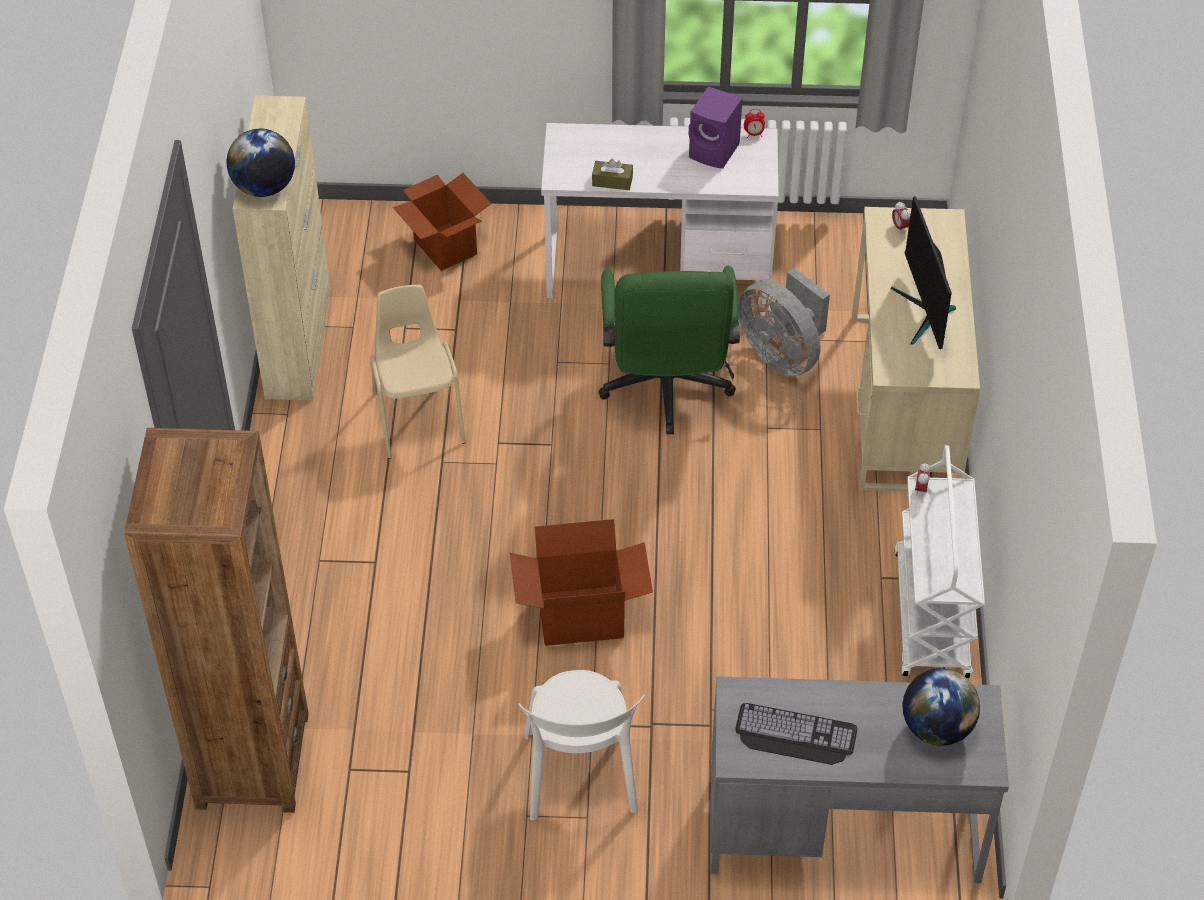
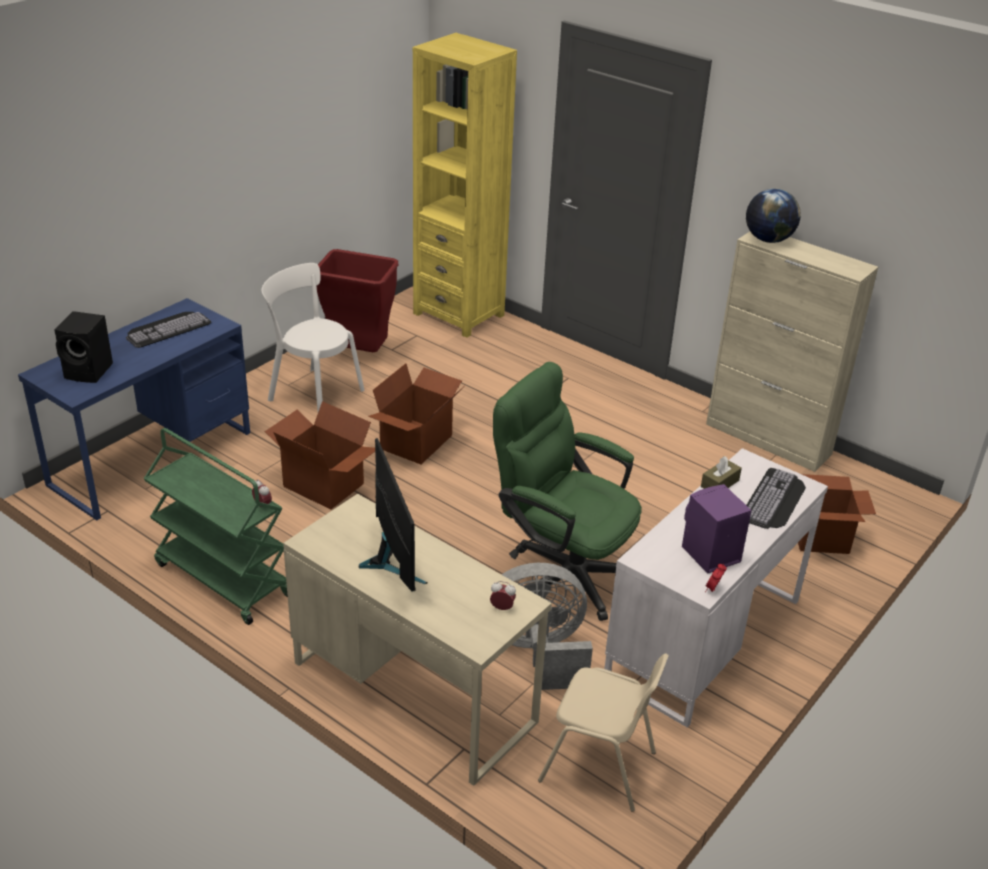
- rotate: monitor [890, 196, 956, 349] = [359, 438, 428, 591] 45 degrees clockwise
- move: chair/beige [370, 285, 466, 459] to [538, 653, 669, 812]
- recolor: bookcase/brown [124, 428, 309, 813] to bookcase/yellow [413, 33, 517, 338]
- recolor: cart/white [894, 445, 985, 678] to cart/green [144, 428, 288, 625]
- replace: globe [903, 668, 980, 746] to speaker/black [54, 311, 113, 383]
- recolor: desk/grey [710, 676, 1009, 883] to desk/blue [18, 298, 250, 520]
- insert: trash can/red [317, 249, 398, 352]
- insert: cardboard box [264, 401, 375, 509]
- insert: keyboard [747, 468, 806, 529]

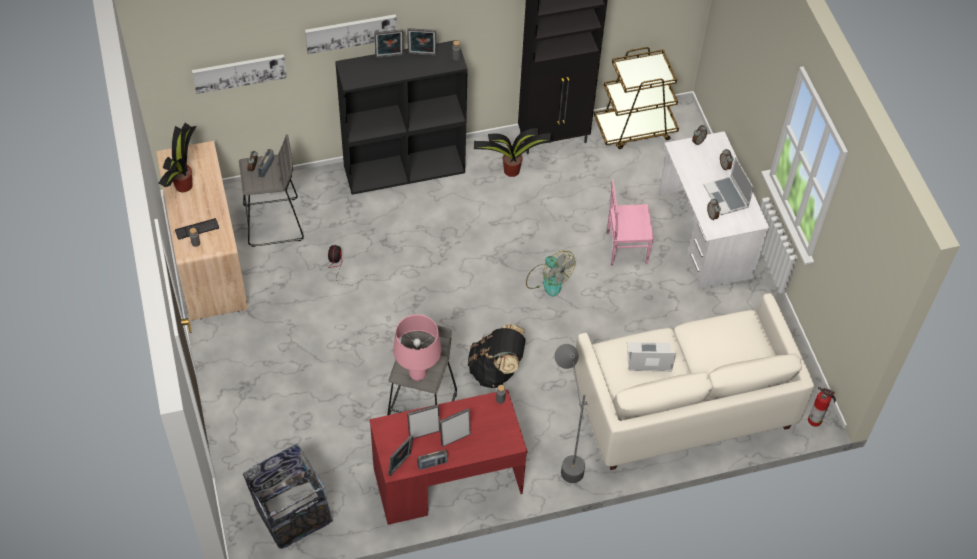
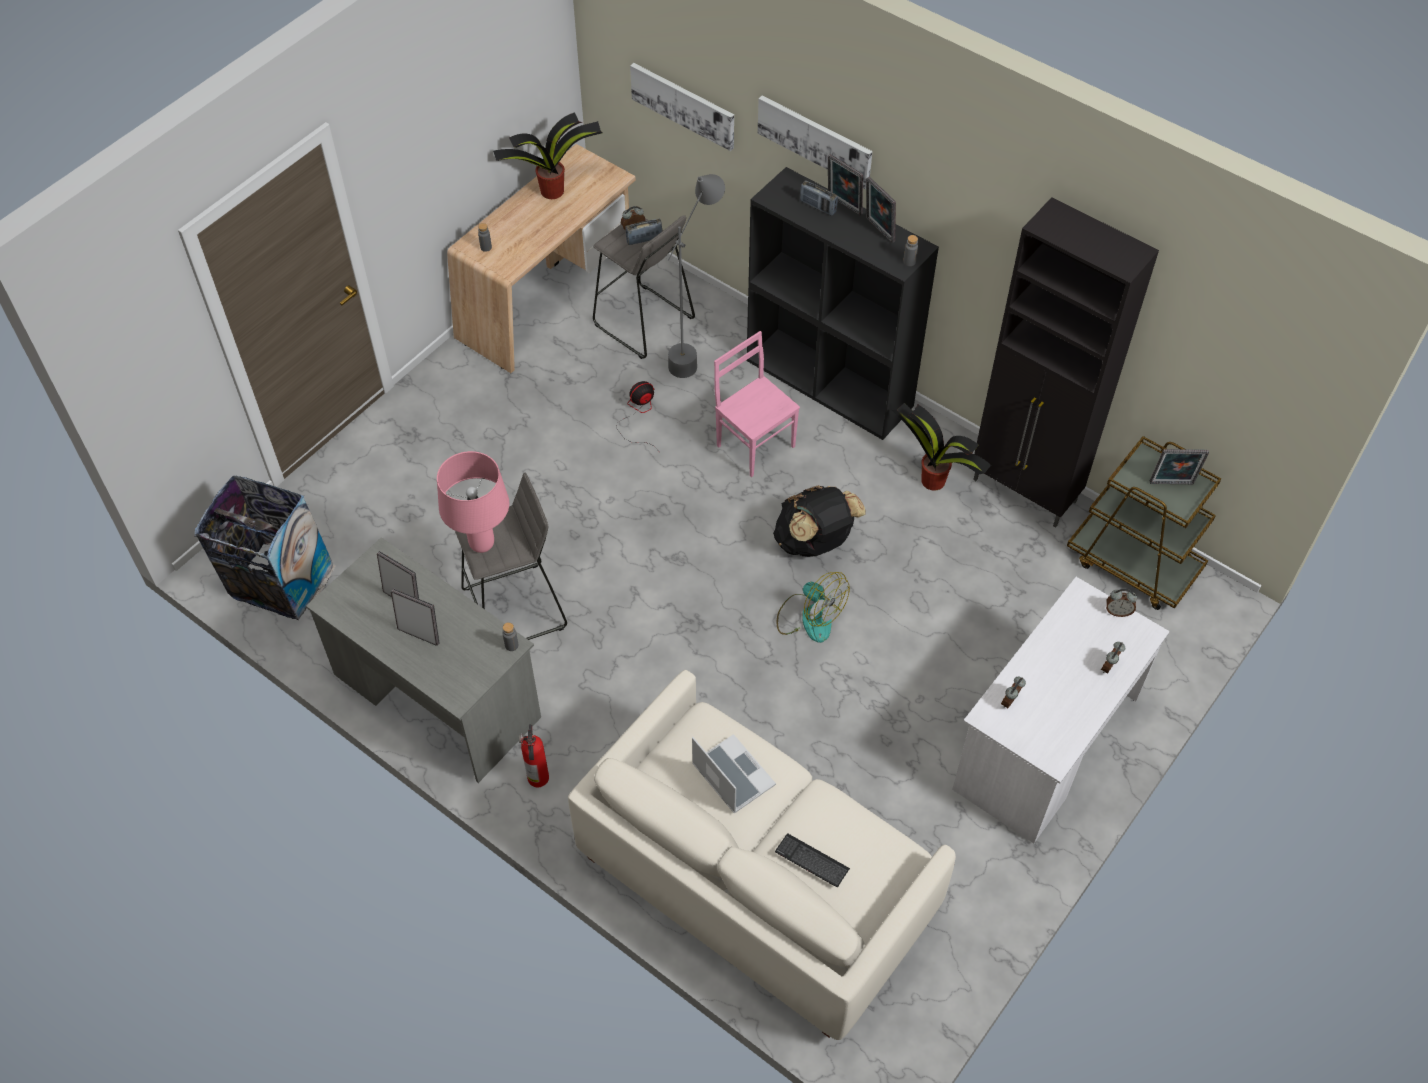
- delete: laptop [703, 157, 754, 215]
- move: chair/pink [607, 179, 654, 266] to [714, 331, 800, 477]
- move: keyboard [175, 218, 219, 240] to [775, 833, 850, 887]
- rotate: fan [526, 251, 576, 296] = [777, 572, 850, 643] 60 degrees counterclockwise
- move: backpack/black [467, 324, 526, 388] to [773, 485, 866, 557]
- move: floor lamp/grey [555, 344, 588, 483] to [668, 174, 725, 378]
- move: fire extinguisher [808, 387, 836, 427] to [519, 724, 549, 787]
- recolor: desk/red [369, 389, 527, 525] to desk/grey [306, 537, 541, 783]
- move: picture frame [388, 434, 413, 476] to [1150, 449, 1209, 484]
- move: radio [417, 450, 448, 470] to [800, 180, 838, 216]

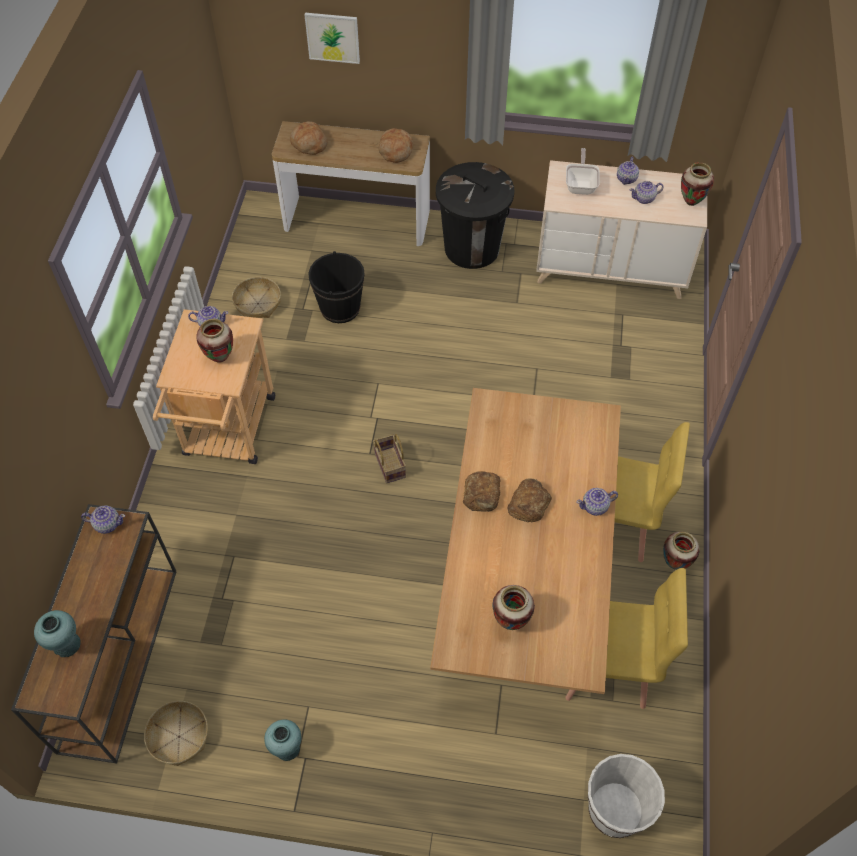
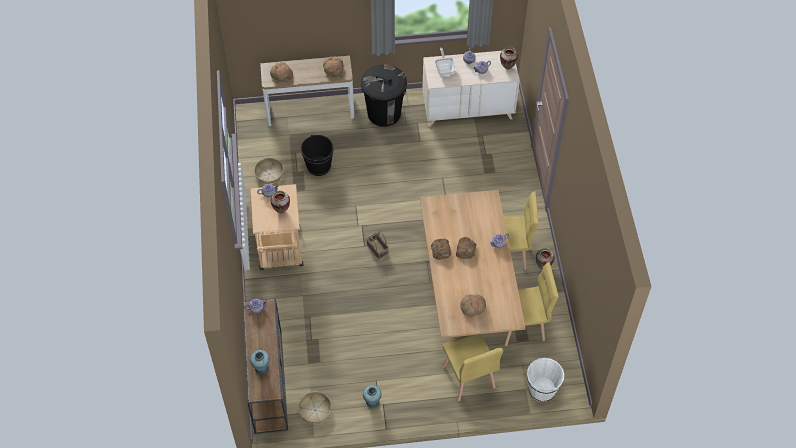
- delete: picture [304, 13, 360, 64]
- replace: vase [492, 585, 535, 630] to bread [460, 294, 486, 317]
- insert: chair/yellow [442, 334, 503, 401]

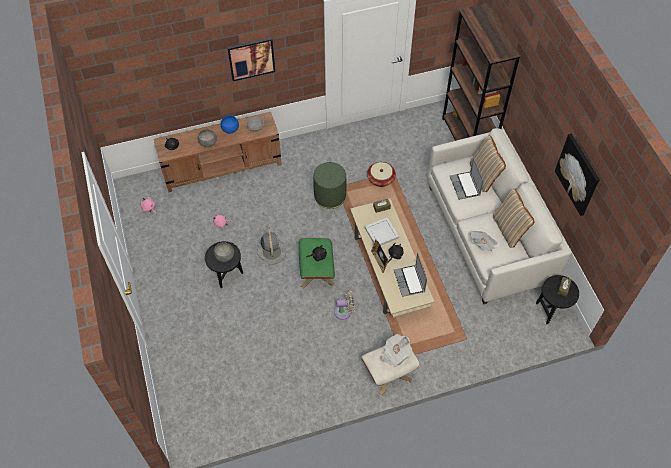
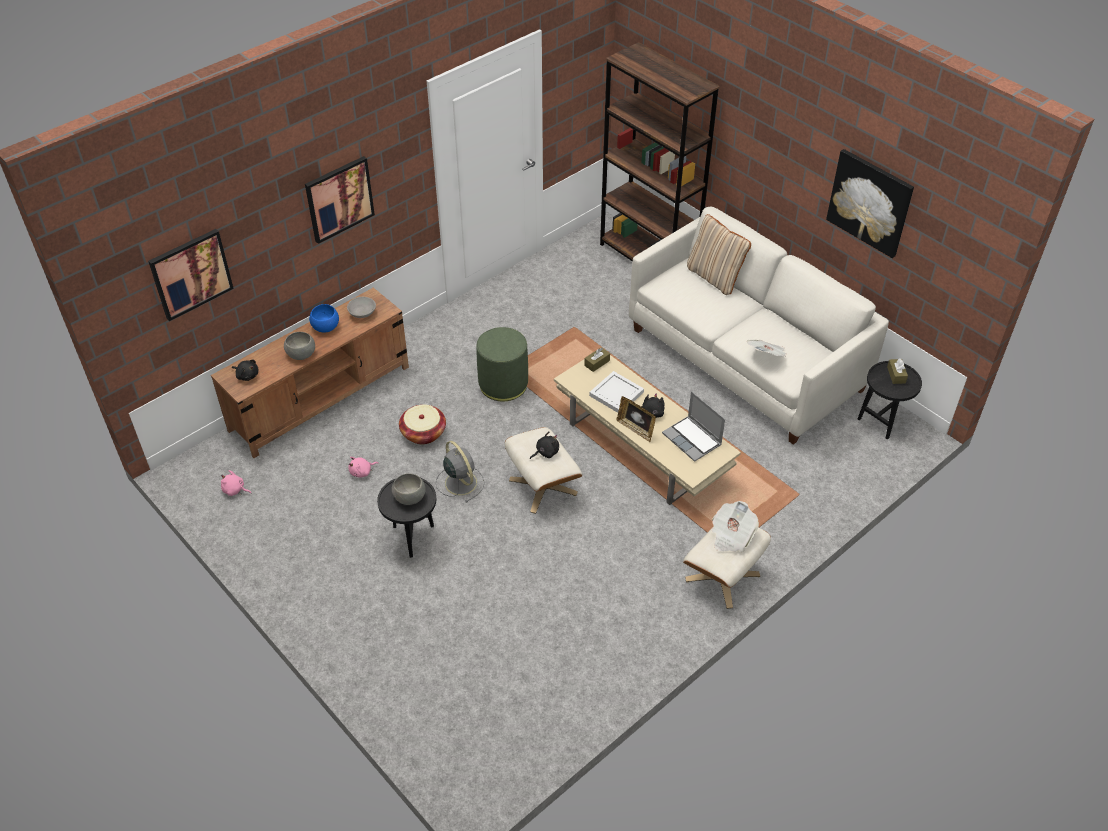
- delete: laptop [450, 158, 484, 200]
- move: basket [367, 162, 396, 187] to [399, 404, 446, 444]
- delete: pillow/beige [493, 189, 534, 248]
- recolor: ottoman/green [299, 238, 335, 288] to ottoman/beige [505, 427, 582, 514]
- delete: fan/beige [334, 291, 355, 320]
- insert: picture [148, 229, 234, 321]

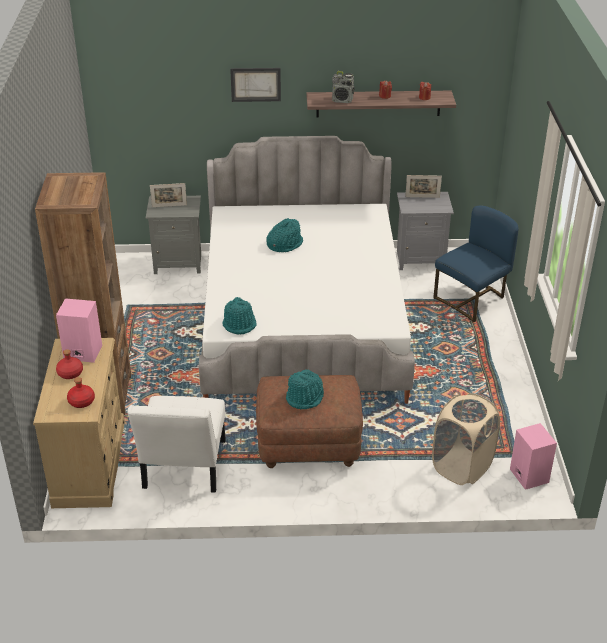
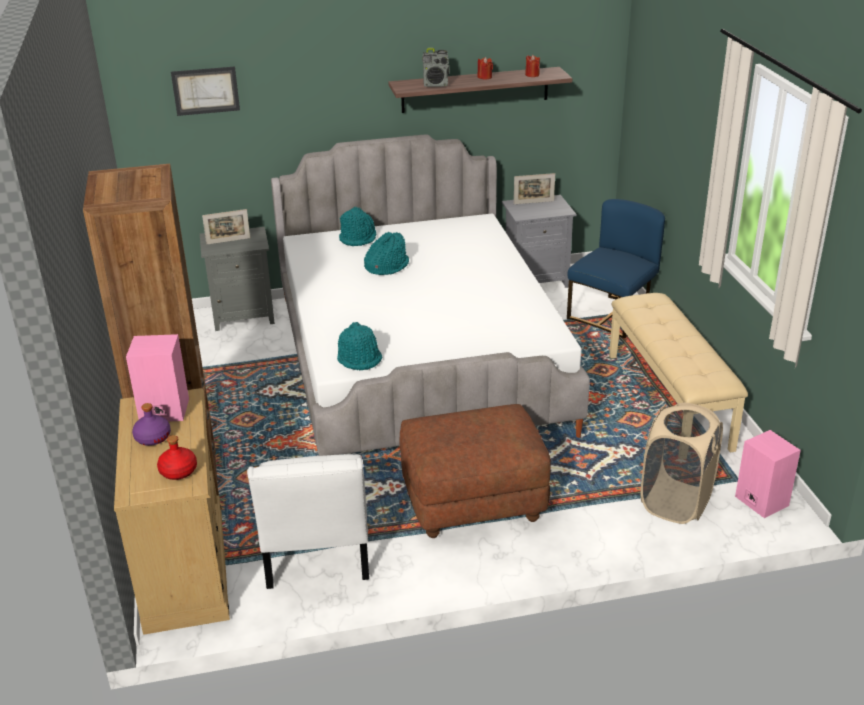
- move: picture [230, 68, 281, 102] to [171, 67, 240, 116]
- recolor: bottle/red [56, 349, 83, 379] to bottle/purple [132, 403, 171, 446]
- move: hat/turquoise [286, 369, 324, 409] to [339, 207, 376, 246]
- insert: bench/beige [609, 293, 748, 452]

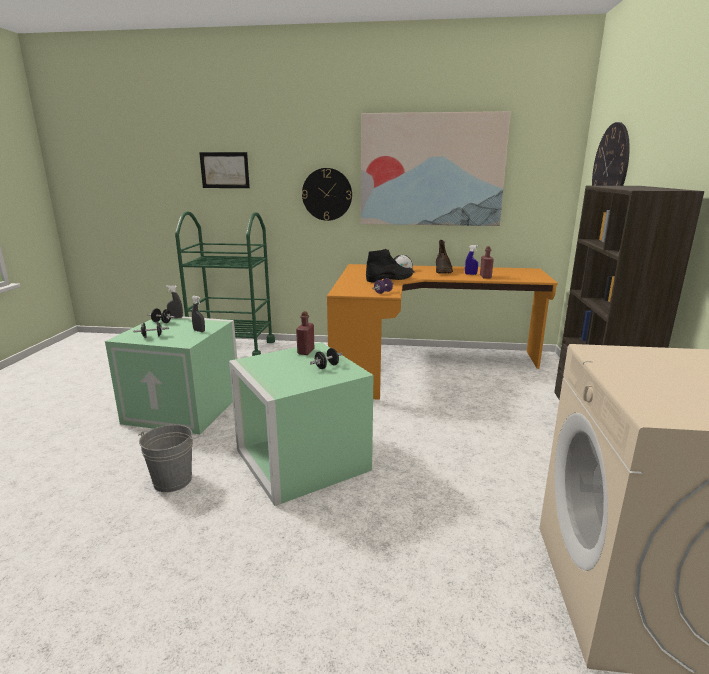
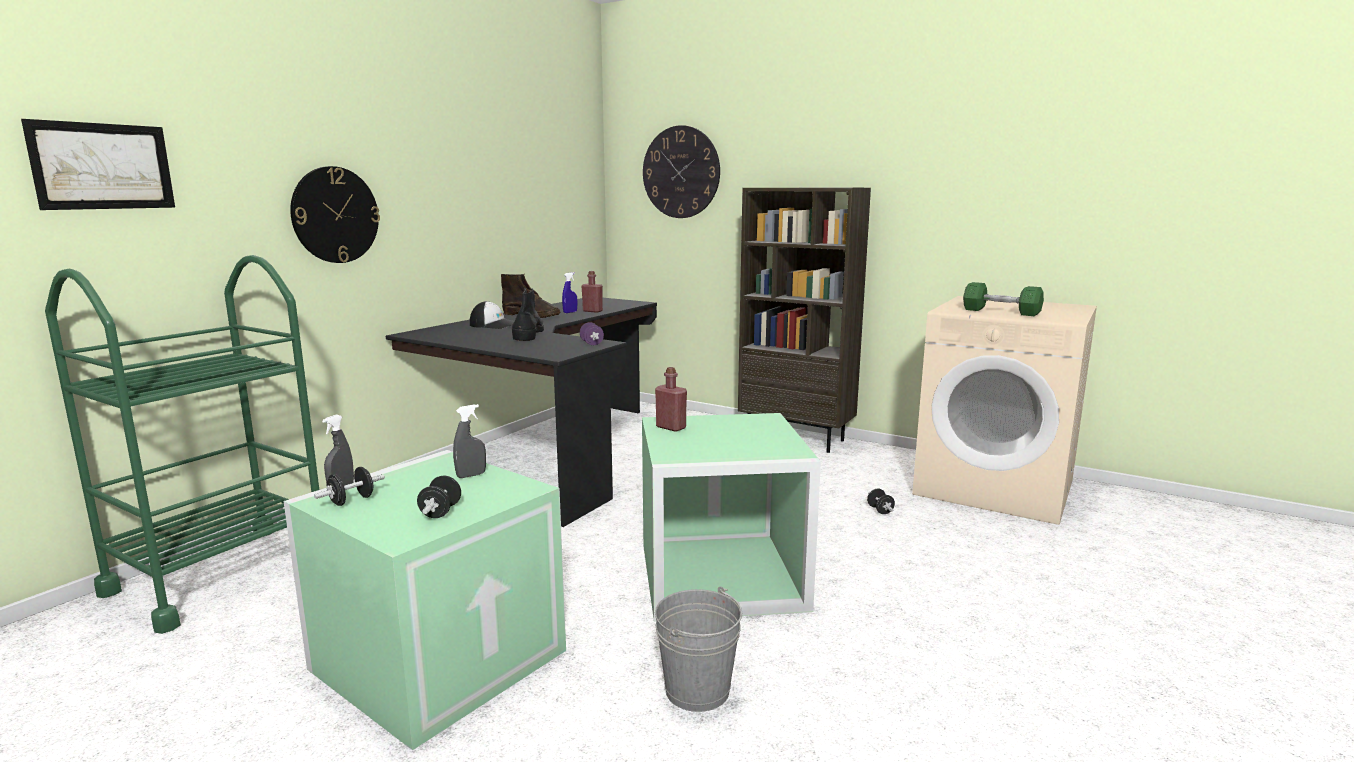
- delete: picture [361, 111, 511, 226]
- recolor: desk/orange [327, 264, 558, 400] to desk/black [386, 298, 657, 527]
- move: dumbbell/black [310, 348, 343, 369] to [867, 488, 895, 514]
- insert: dumbbell/green [963, 282, 1044, 316]

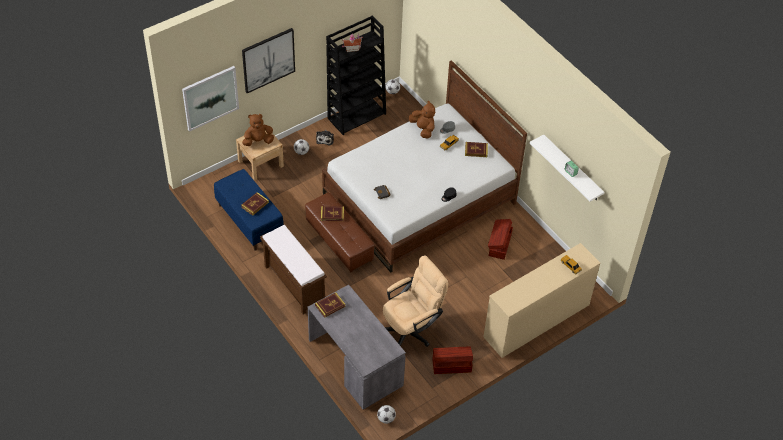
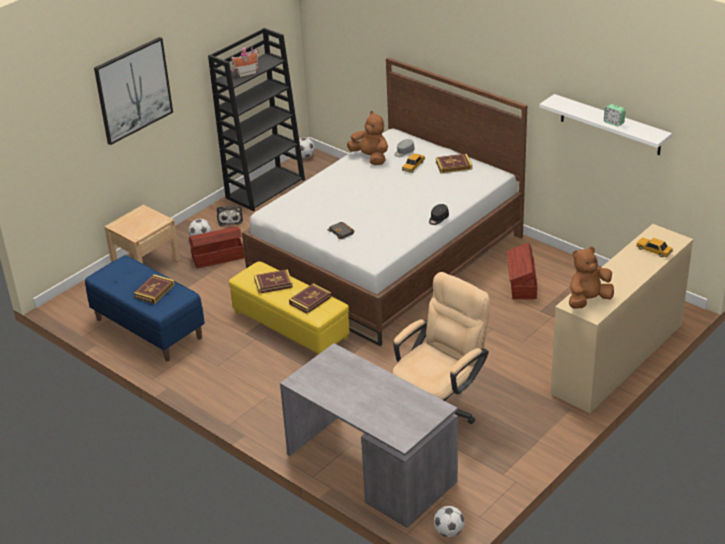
- delete: picture [182, 66, 239, 132]
- move: plush toy/brown [242, 114, 274, 146] to [569, 246, 614, 309]
- recolor: ottoman/brown [305, 193, 375, 272] to ottoman/yellow [229, 261, 350, 355]
- delete: bench/brown [260, 225, 327, 314]
- move: book [315, 292, 346, 318] to [289, 283, 332, 314]
- move: storage box/brown [432, 346, 473, 374] to [189, 227, 244, 268]

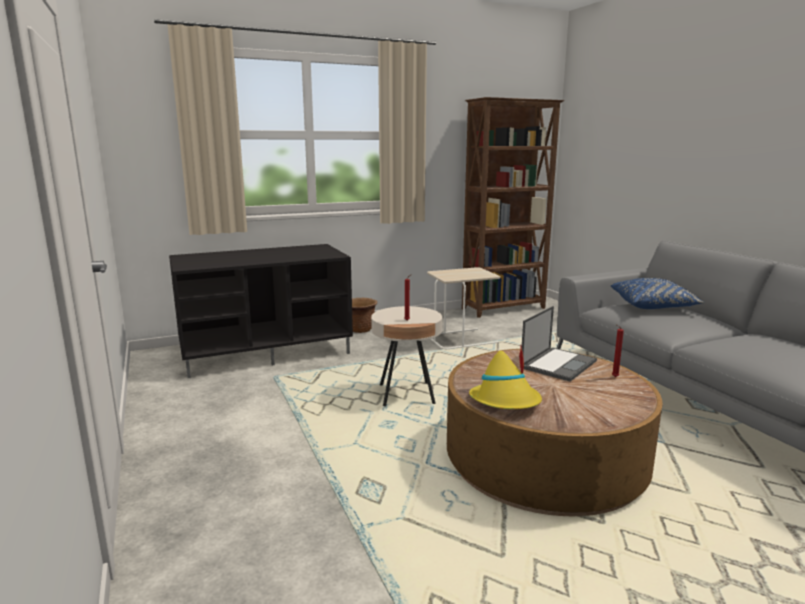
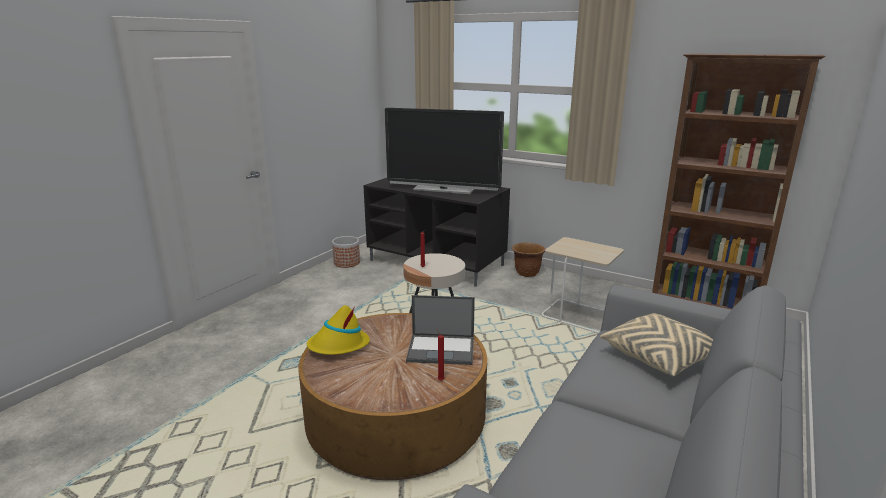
- recolor: pillow/blue [611, 278, 704, 309] to pillow/beige [600, 313, 713, 377]
- insert: television [385, 108, 504, 194]
- insert: planter [332, 236, 360, 268]

